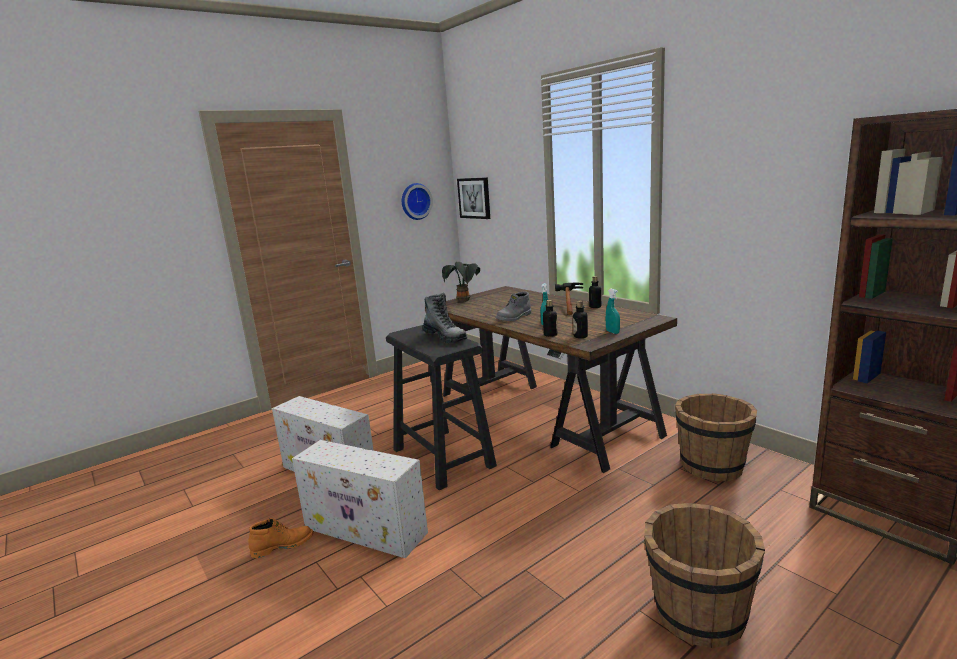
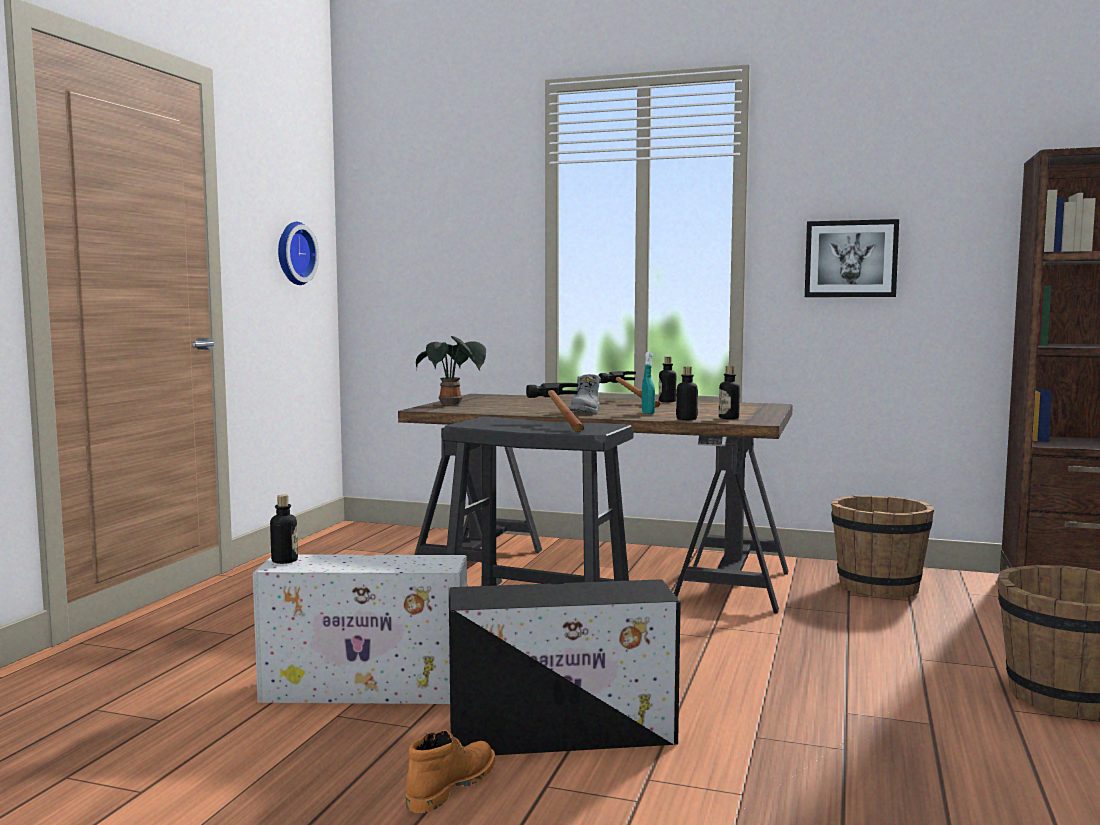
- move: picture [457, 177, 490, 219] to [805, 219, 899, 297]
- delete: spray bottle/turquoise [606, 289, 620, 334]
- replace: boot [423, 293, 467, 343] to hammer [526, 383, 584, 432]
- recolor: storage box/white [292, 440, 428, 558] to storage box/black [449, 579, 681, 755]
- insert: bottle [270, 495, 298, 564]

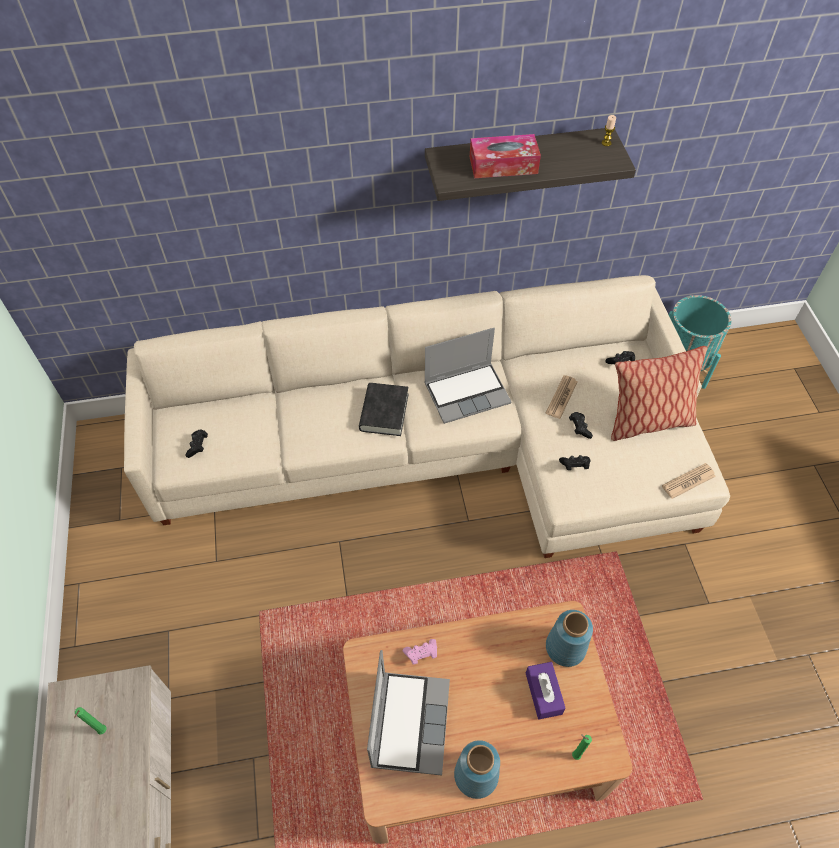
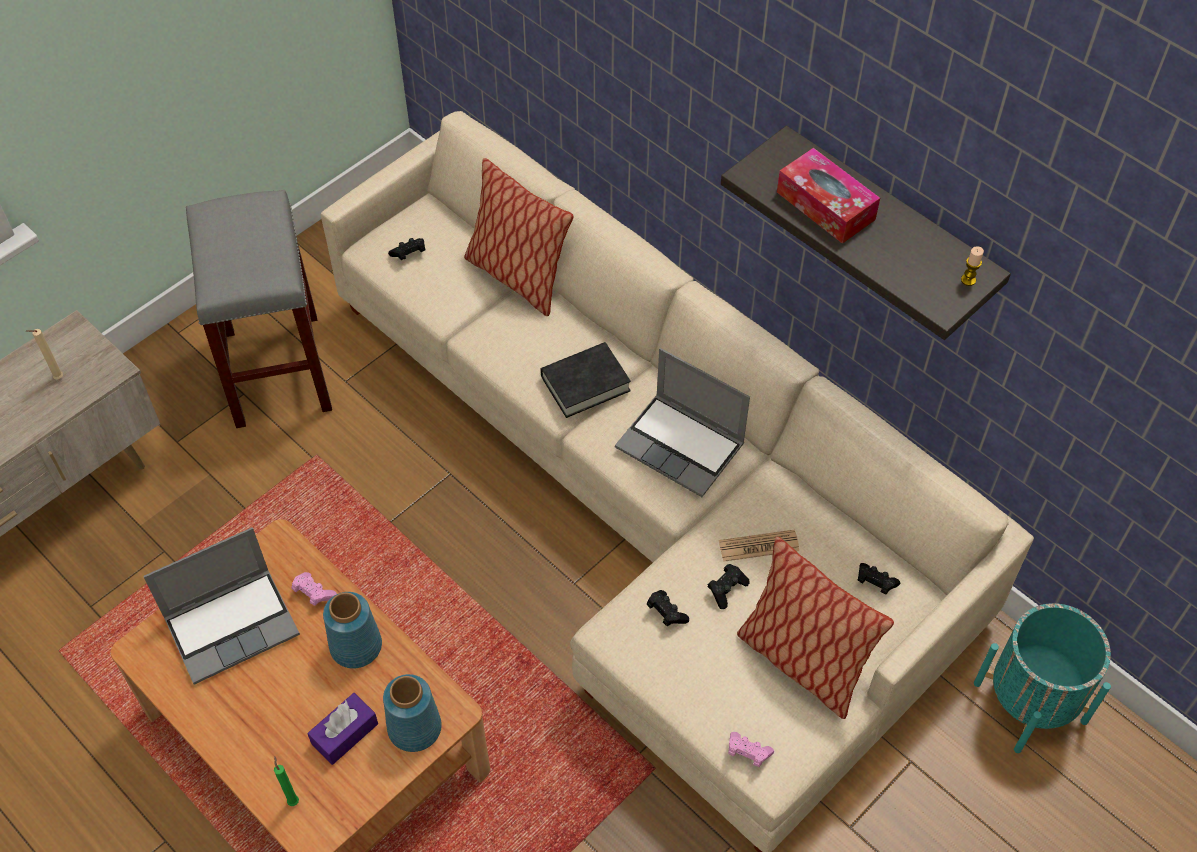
- replace: newspaper [662, 463, 716, 499] to game controller/pink [728, 732, 774, 767]
- recolor: candle/green [74, 707, 106, 735] to candle/beige [27, 329, 63, 379]
- move: vase/blue [454, 740, 500, 799] to [323, 592, 382, 669]
- insert: pillow [464, 158, 574, 316]
- insert: stool/grey [186, 190, 332, 428]

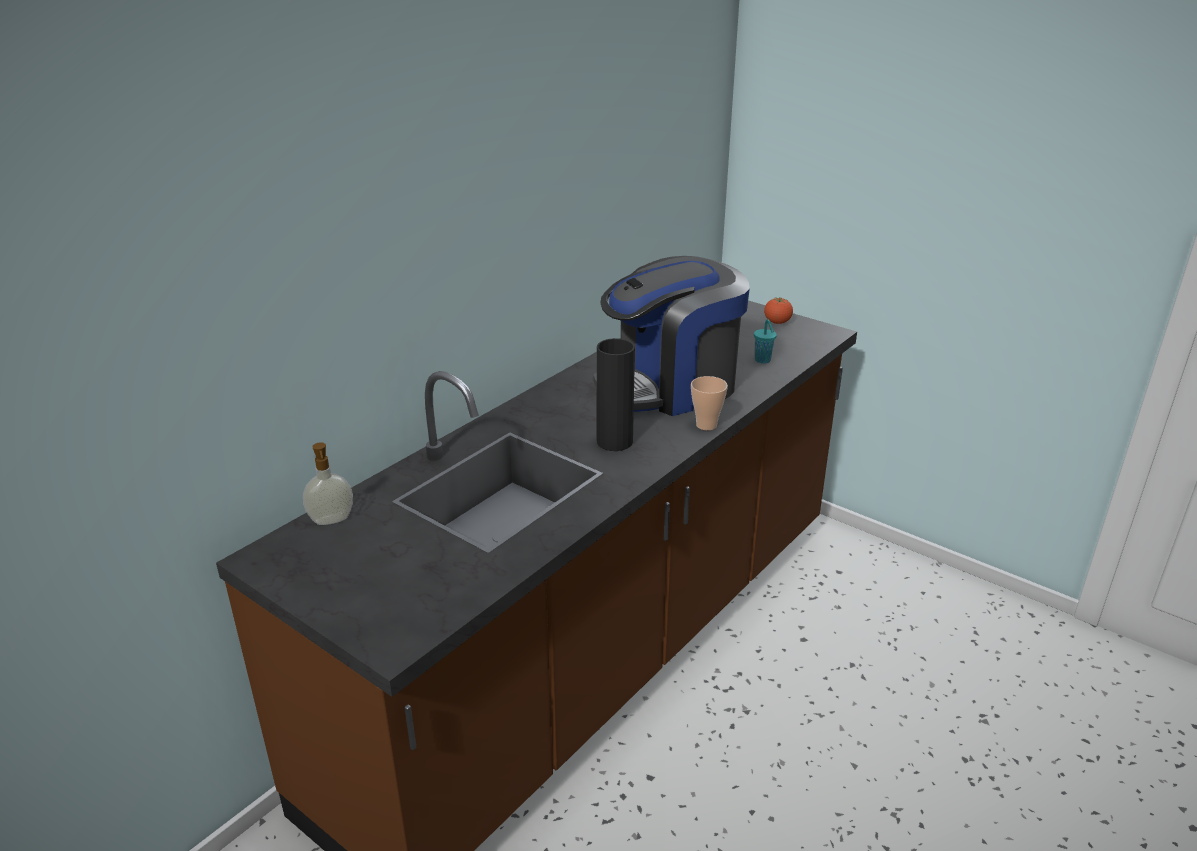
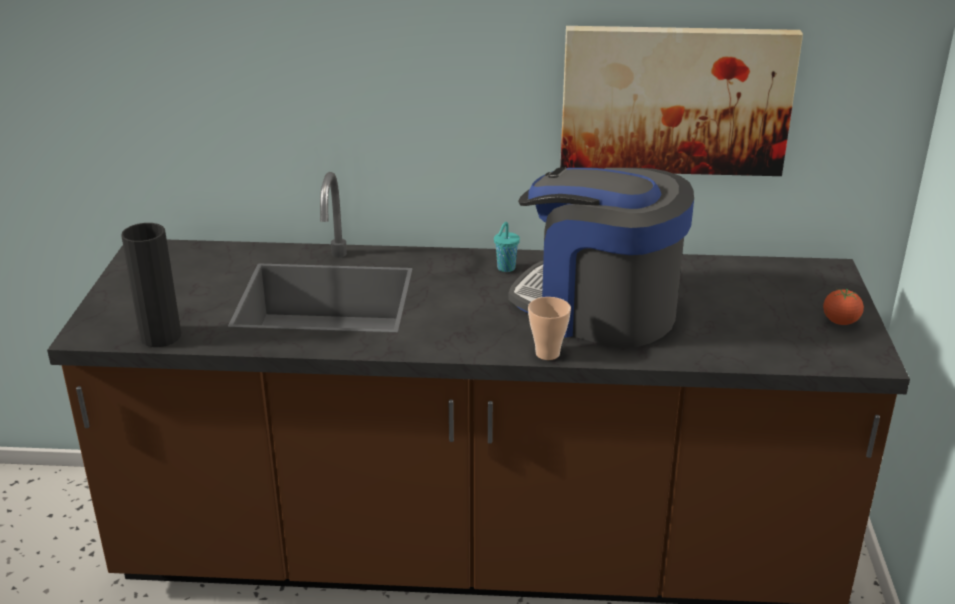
- move: cup/turquoise [754, 319, 777, 364] to [494, 222, 520, 272]
- move: vase/black [597, 338, 635, 451] to [121, 223, 181, 347]
- delete: soap dispenser [303, 442, 353, 525]
- insert: picture [560, 26, 803, 176]

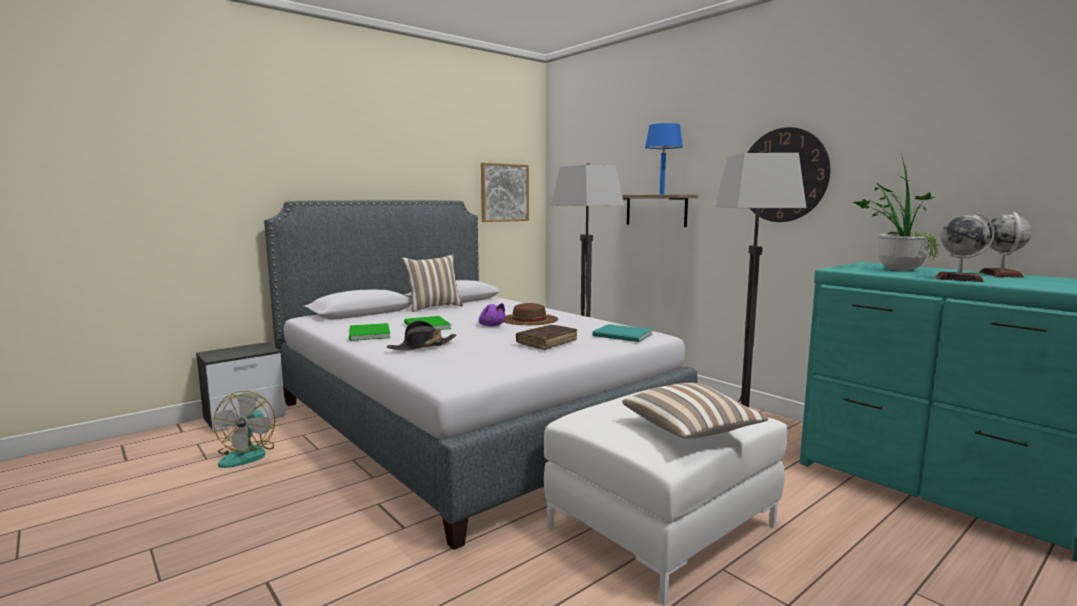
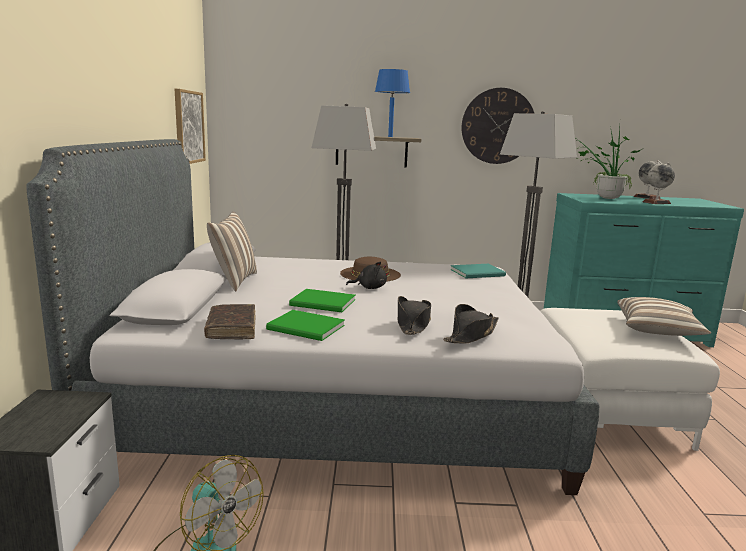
- recolor: plush toy/purple [479, 303, 506, 327] to plush toy/black [346, 262, 387, 289]
- move: book/brown [516, 325, 577, 350] to [204, 304, 256, 339]
- insert: hat/black [443, 304, 499, 344]

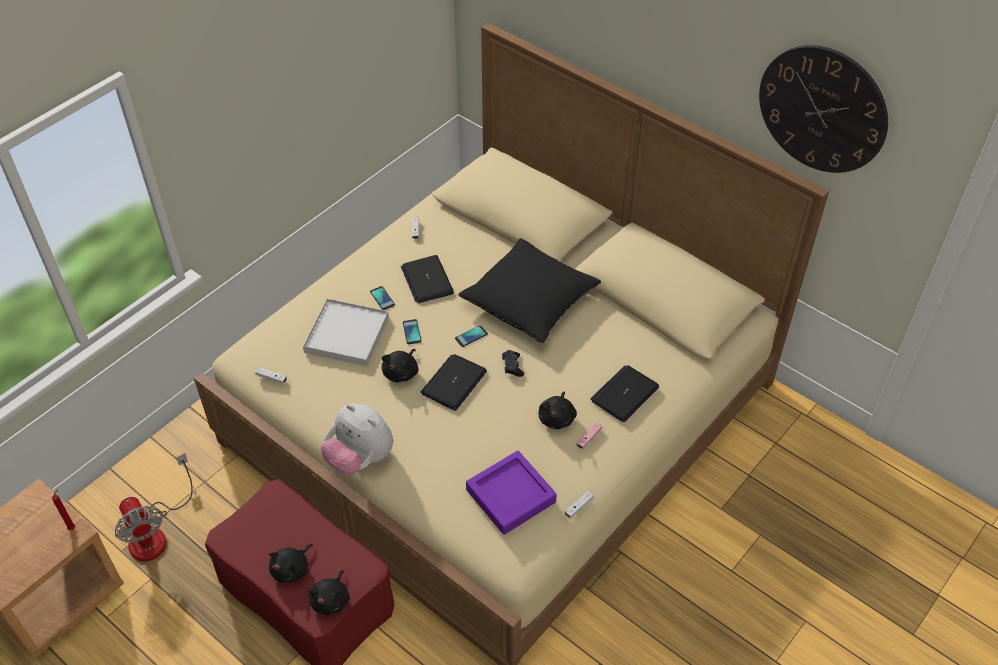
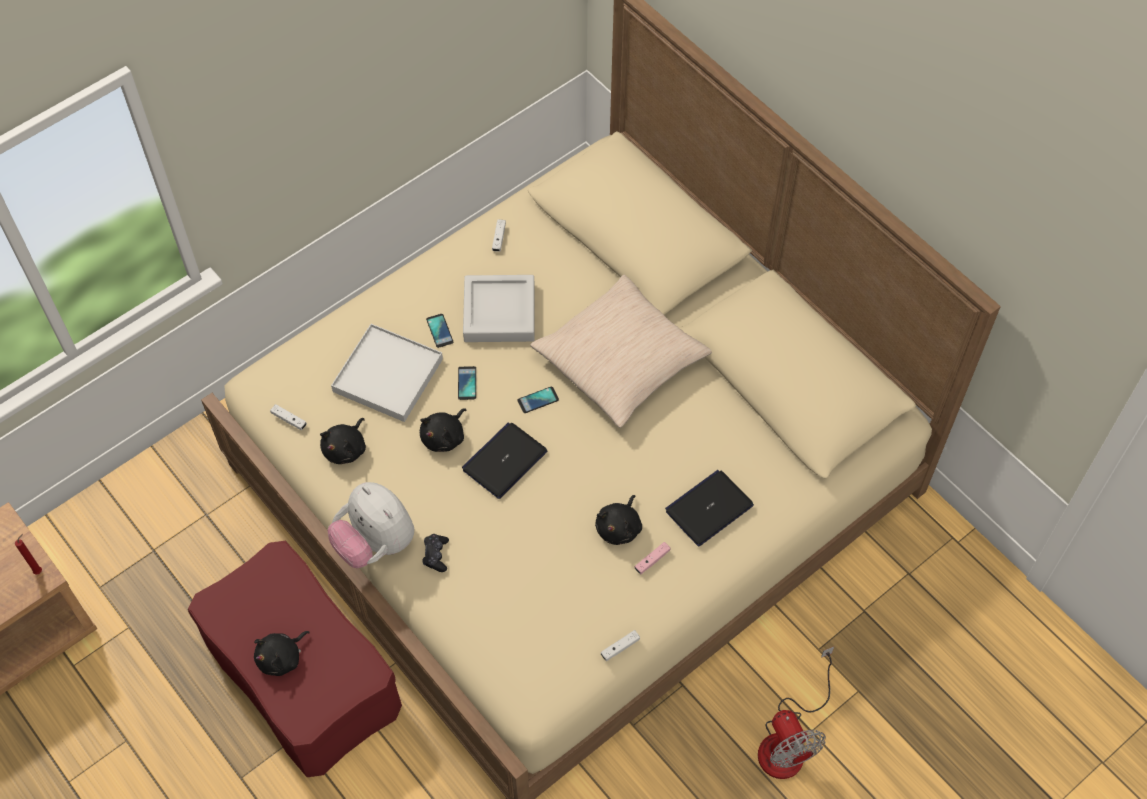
- delete: wall clock [759, 45, 888, 173]
- recolor: pillow/black [458, 238, 601, 343] to pillow/beige [530, 275, 712, 428]
- replace: laptop [401, 255, 454, 303] to tray/grey [463, 275, 535, 342]
- move: game controller/black [502, 350, 524, 377] to [422, 534, 449, 572]
- delete: tray/purple [466, 451, 557, 535]
- move: fan [115, 453, 193, 561] to [758, 647, 834, 779]
- move: plush toy/black [308, 570, 350, 615] to [320, 418, 366, 464]

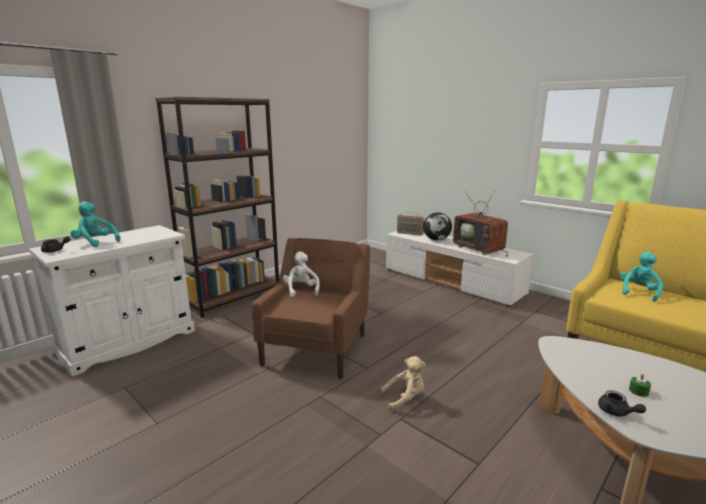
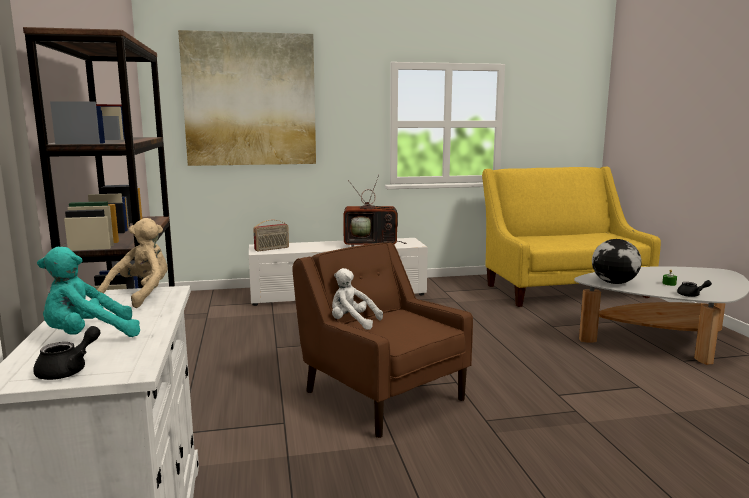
- move: globe [423, 212, 452, 240] to [592, 239, 642, 284]
- delete: plush toy/turquoise [620, 252, 663, 302]
- move: plush toy/beige [380, 356, 426, 411] to [97, 218, 168, 308]
- insert: picture [178, 30, 316, 166]

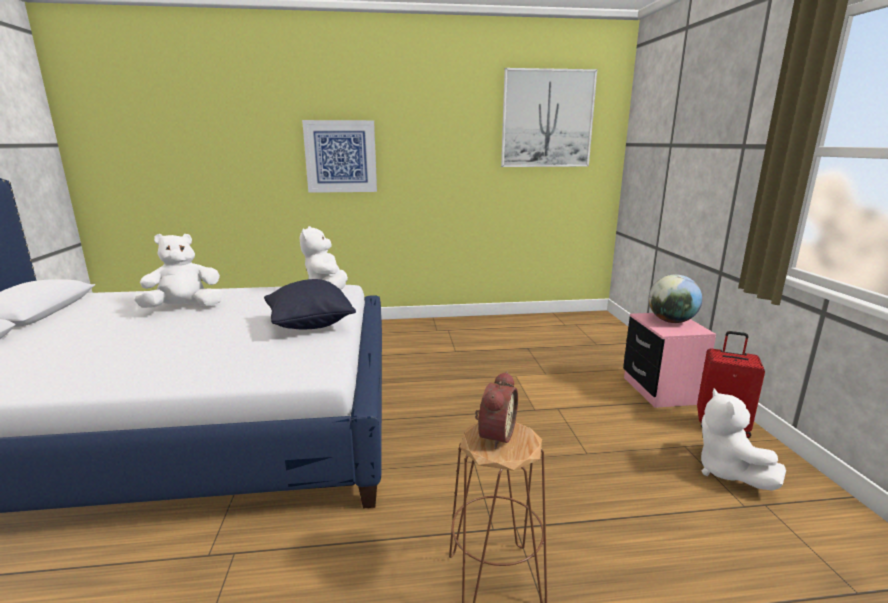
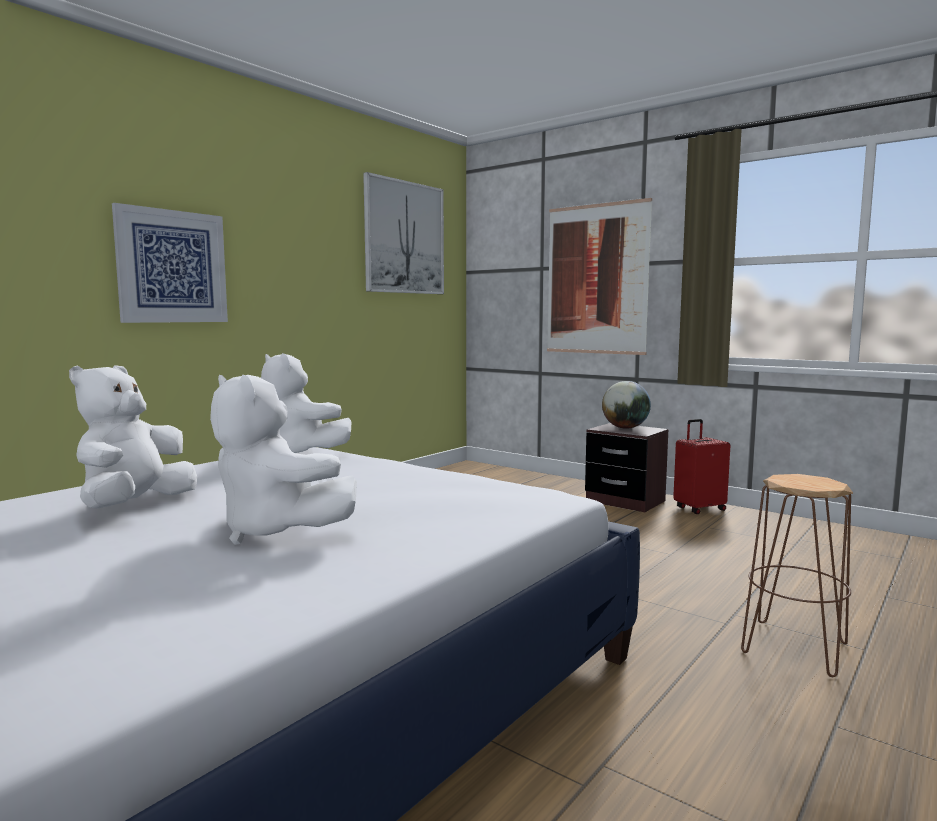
- delete: pillow/black [264, 279, 356, 329]
- recolor: nightstand/pink [623, 313, 716, 408] to nightstand/brown [585, 423, 668, 512]
- delete: alarm clock [475, 371, 518, 449]
- move: plush toy/white [701, 389, 786, 491] to [210, 375, 357, 545]
- insert: picture [547, 198, 652, 355]

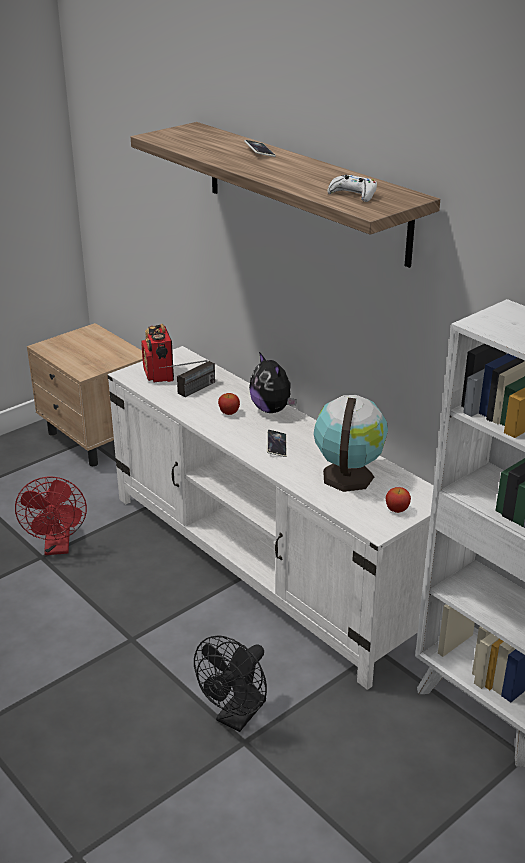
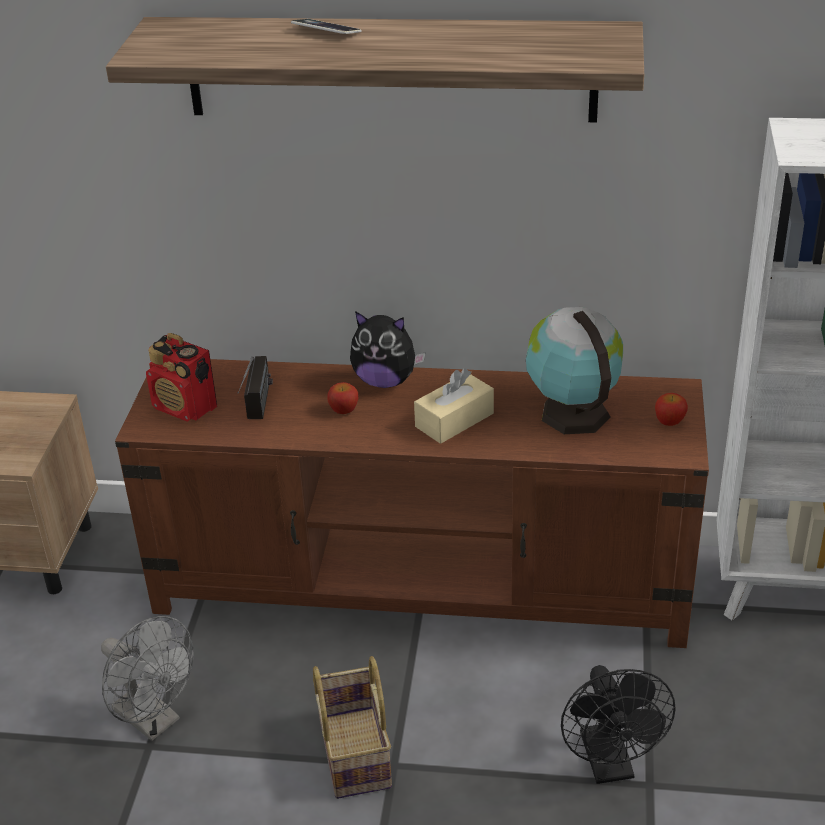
- delete: game controller/white [327, 175, 377, 202]
- recolor: tv stand/white [108, 346, 434, 690] to tv stand/brown [115, 359, 709, 648]
- replace: phone [267, 430, 287, 457] to tissue box/beige [414, 368, 494, 444]
- recolor: fan/red [15, 476, 87, 555] to fan/grey [101, 616, 194, 741]
- insert: basket [313, 656, 392, 799]

